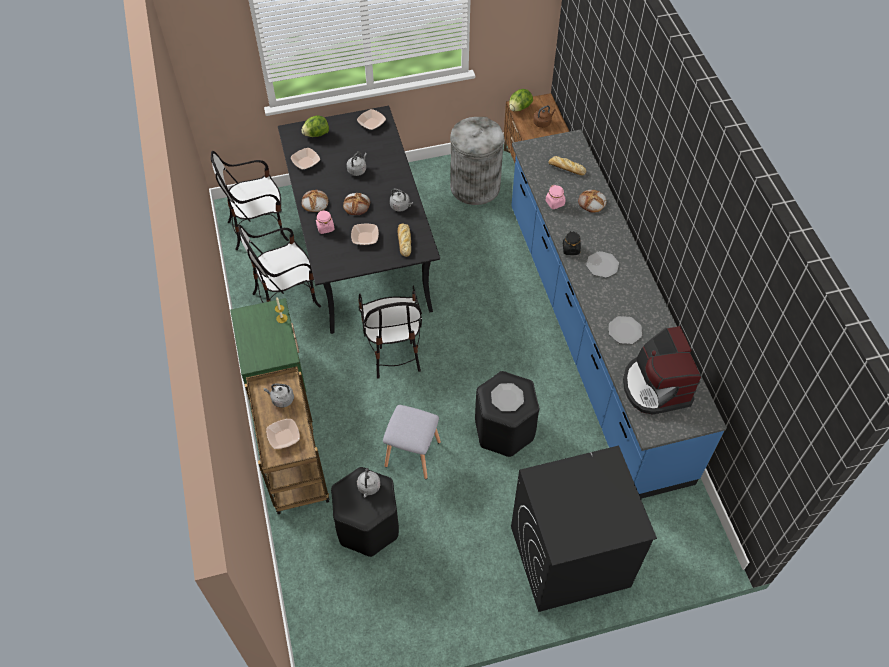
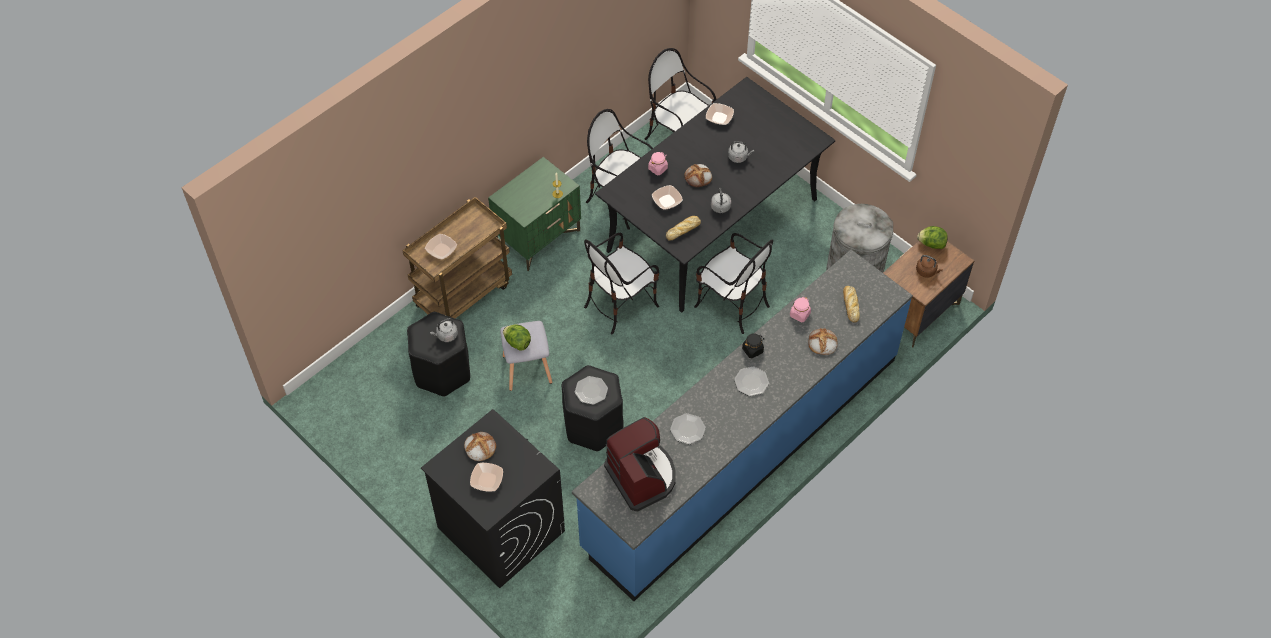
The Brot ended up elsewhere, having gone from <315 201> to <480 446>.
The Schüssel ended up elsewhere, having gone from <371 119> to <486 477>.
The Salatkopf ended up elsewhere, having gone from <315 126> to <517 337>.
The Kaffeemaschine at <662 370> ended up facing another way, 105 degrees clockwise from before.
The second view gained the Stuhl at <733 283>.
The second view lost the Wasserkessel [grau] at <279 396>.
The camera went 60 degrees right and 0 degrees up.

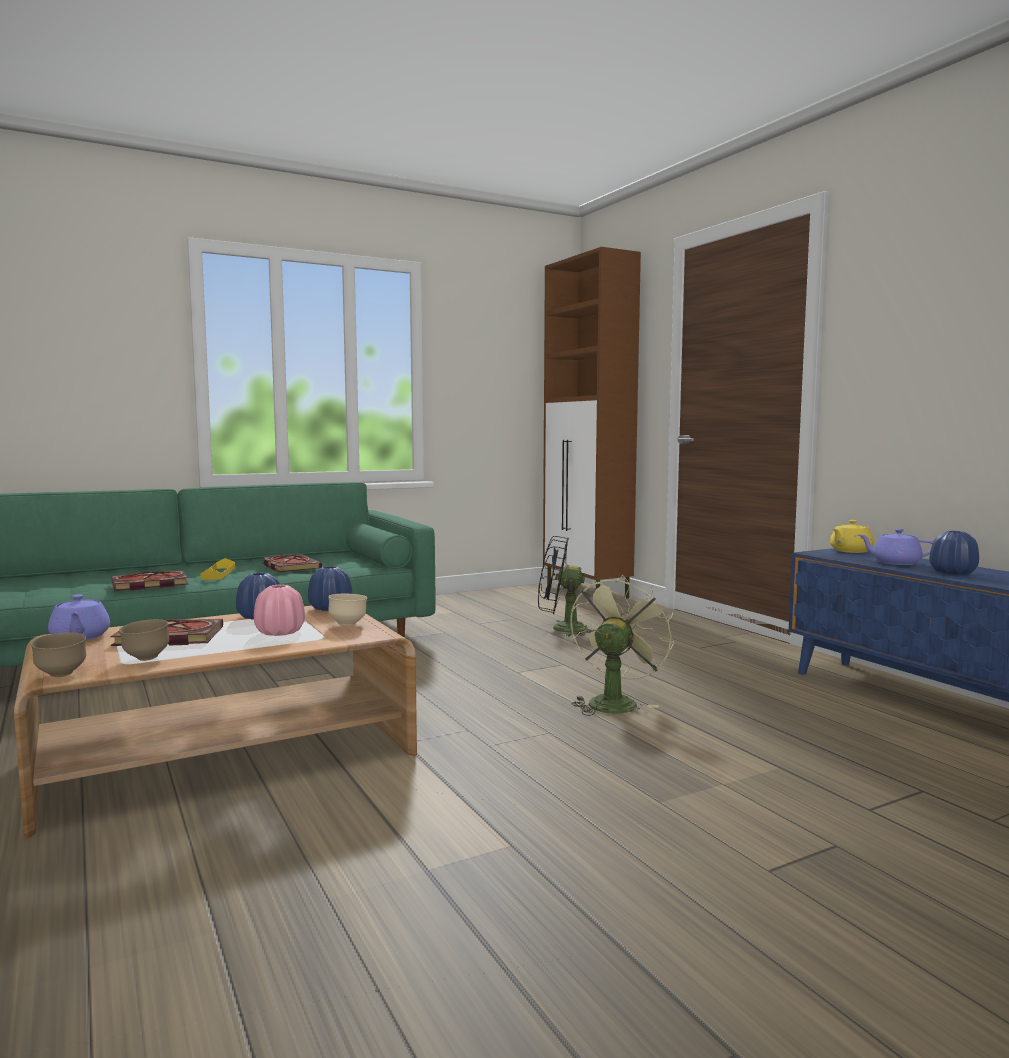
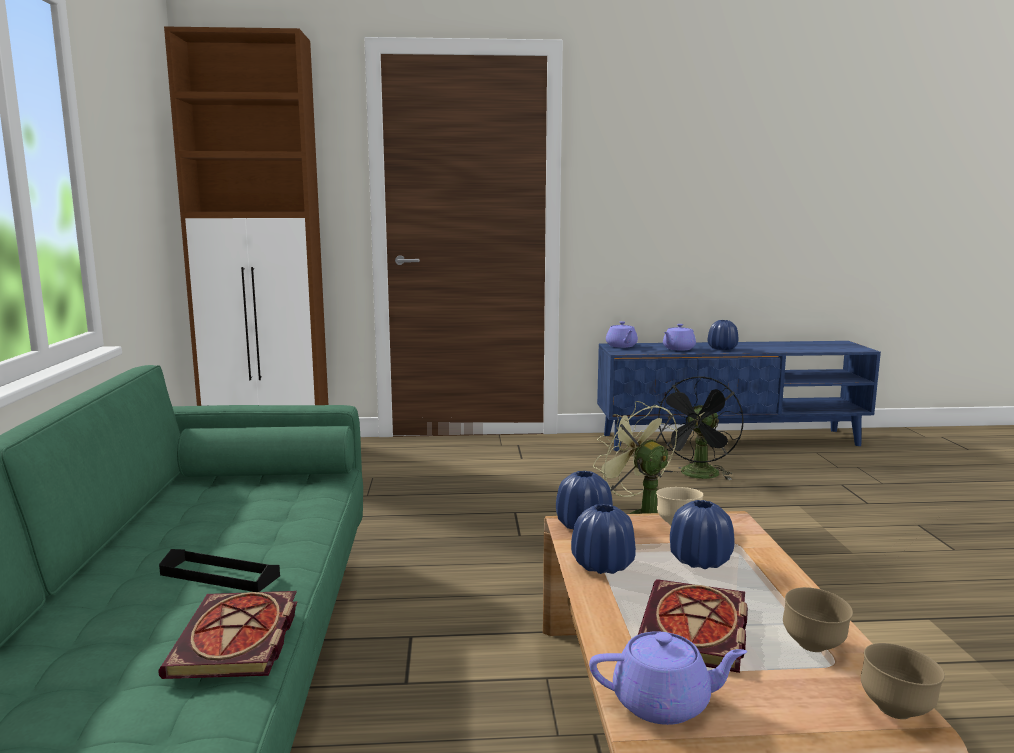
What was the Tablett [gelb] at <217 569> turned into the Tablett [schwarz] at <219 570>.
What was the Teekanne [gelb] at <852 536> turned into the Teekanne [lila] at <622 334>.
The Ventilator [schwarz] ended up elsewhere, having gone from <566 586> to <701 428>.
What was the Vase [rosa] at <279 610> turned into the Vase [blau] at <702 534>.
The second view lost the Buch at <292 563>.
The camera went 65 degrees left and 5 degrees up.

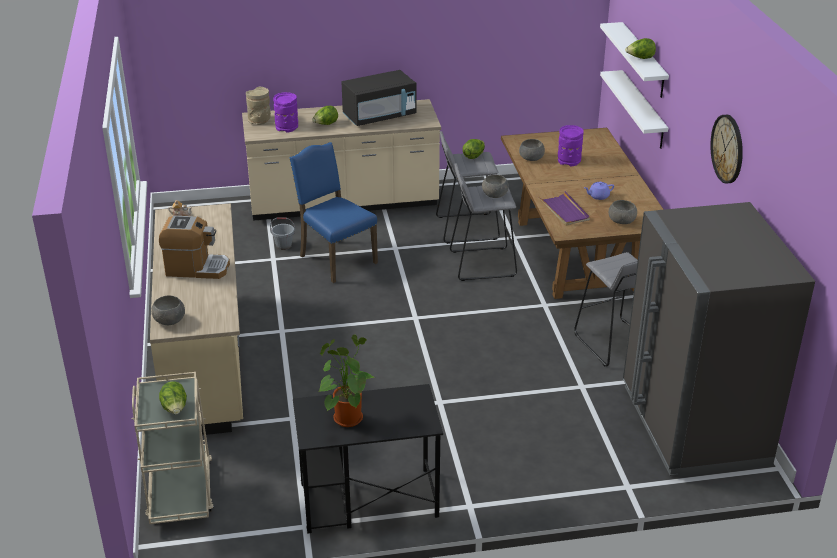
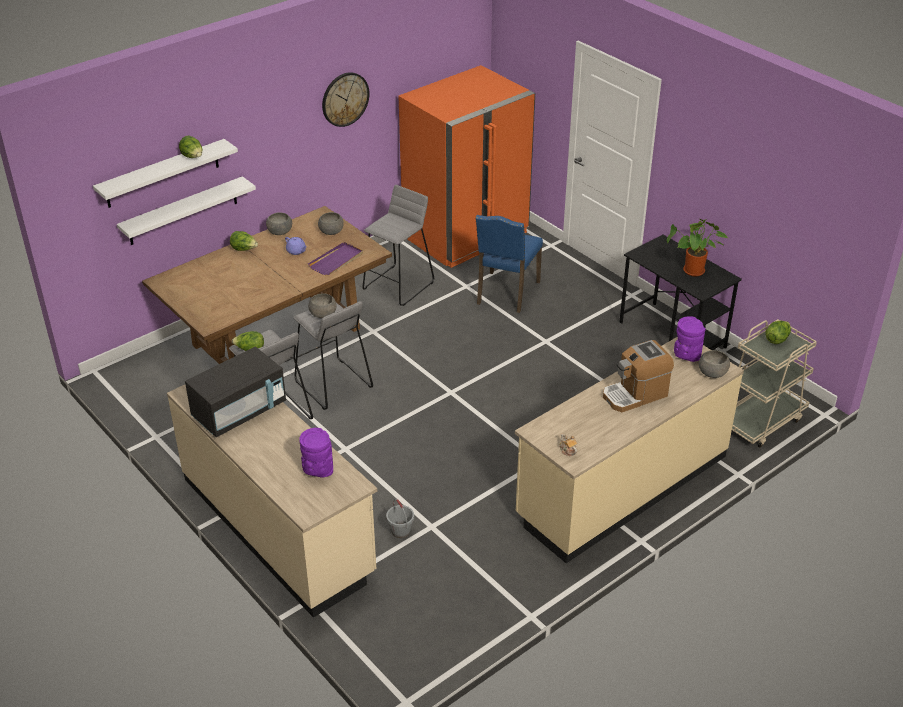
The Mikrowelle [schwarz] at <379 98> ended up facing another way, 105 degrees clockwise from before.
The Salatkopf ended up elsewhere, having gone from <325 115> to <244 241>.
The Schüssel [grau] ended up elsewhere, having gone from <532 150> to <279 223>.
What was the Kühlschrank [grau] at <719 339> turned into the Kühlschrank [orange] at <467 166>.
The Stuhl [blau] ended up elsewhere, having gone from <333 212> to <509 264>.
The Kaffeemaschine at <194 247> ended up facing another way, 90 degrees counterclockwise from before.
The Vase [lila] ended up elsewhere, having gone from <571 145> to <690 339>.
The second view lost the Vase [beige] at <258 106>.
The camera went 120 degrees left and 5 degrees up.

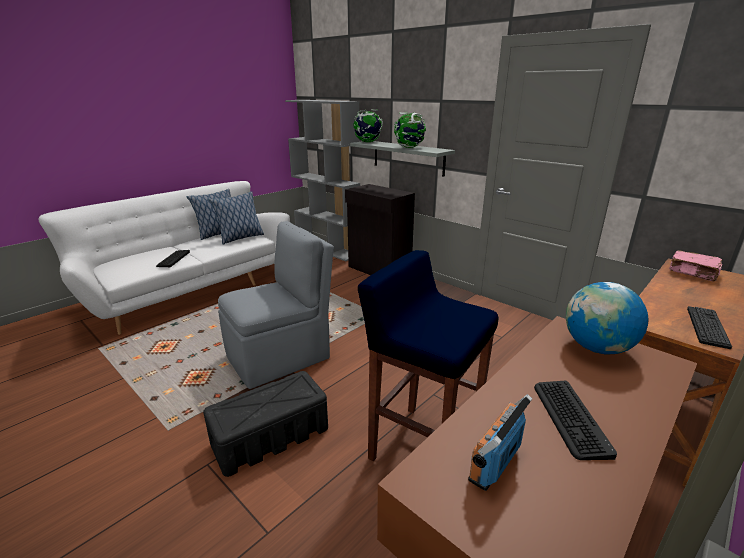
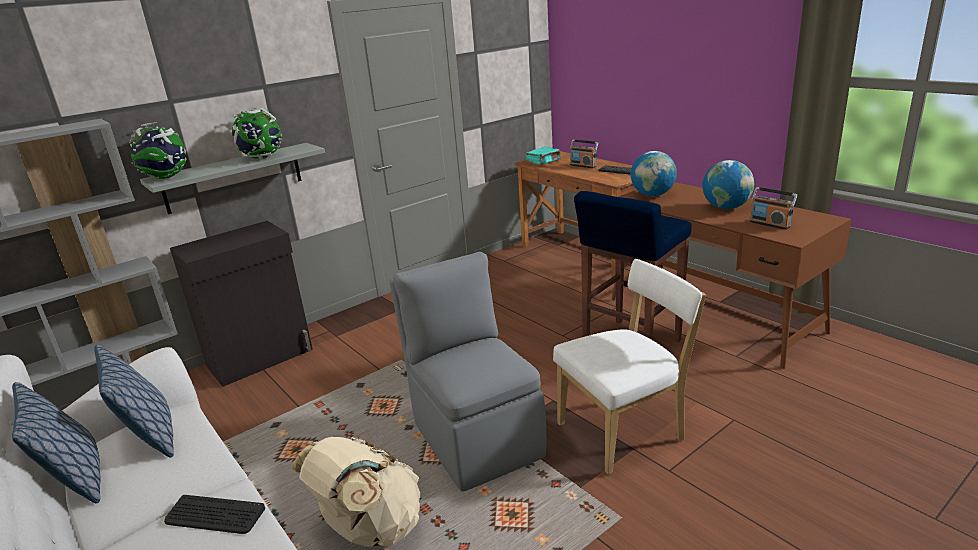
The second view gained the Rucksack [beige] at <355 492>.
What was the Buch [rosa] at <695 266> turned into the Buch [türkis] at <543 156>.
Where the Aufbewahrungsbox [schwarz] stood at <265 424>, the Stuhl [weiß] came to stand at <629 367>.
The second view gained the Radio at <584 153>.
Where the Tastatur stood at <575 420>, the Globus came to stand at <728 184>.
The camera went 80 degrees left and 0 degrees up.

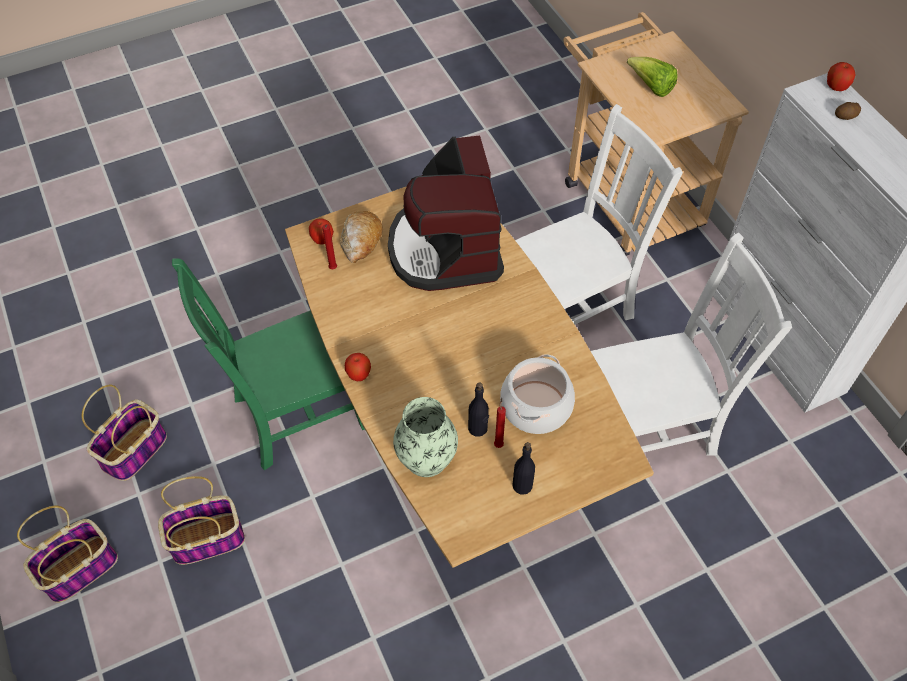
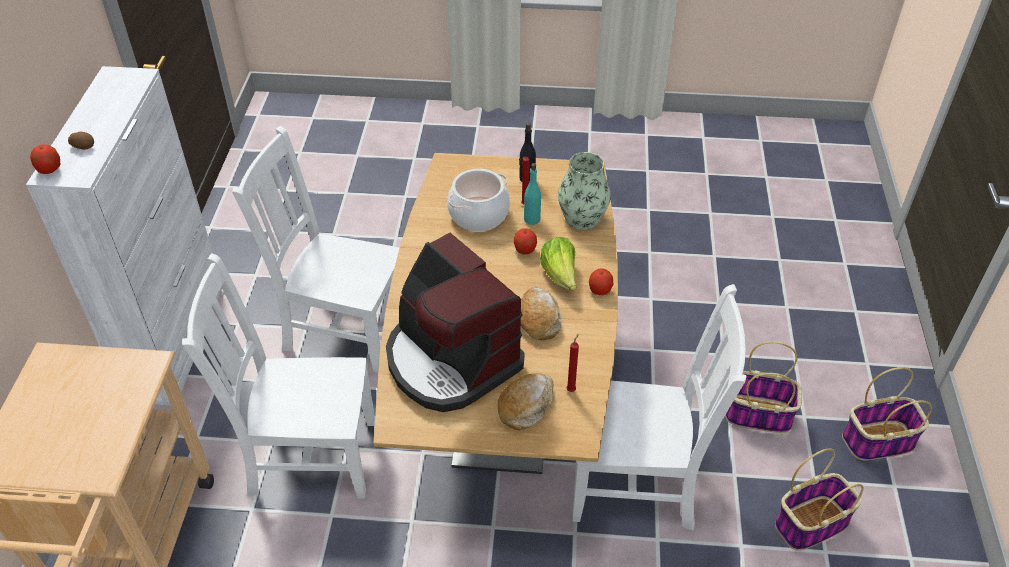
The Kaffeemaschine at <446 213> ended up facing another way, 120 degrees clockwise from before.
The Apfel ended up elsewhere, having gone from <321 231> to <525 241>.
The second view gained the Brot at <541 313>.
What was the Flasche [schwarz] at <478 409> turned into the Flasche [türkis] at <532 194>.
The Salatkopf ended up elsewhere, having gone from <652 77> to <558 264>.
What was the Stuhl [grün] at <268 364> turned into the Stuhl [weiß] at <659 407>.
The camera went 150 degrees left and 10 degrees down.

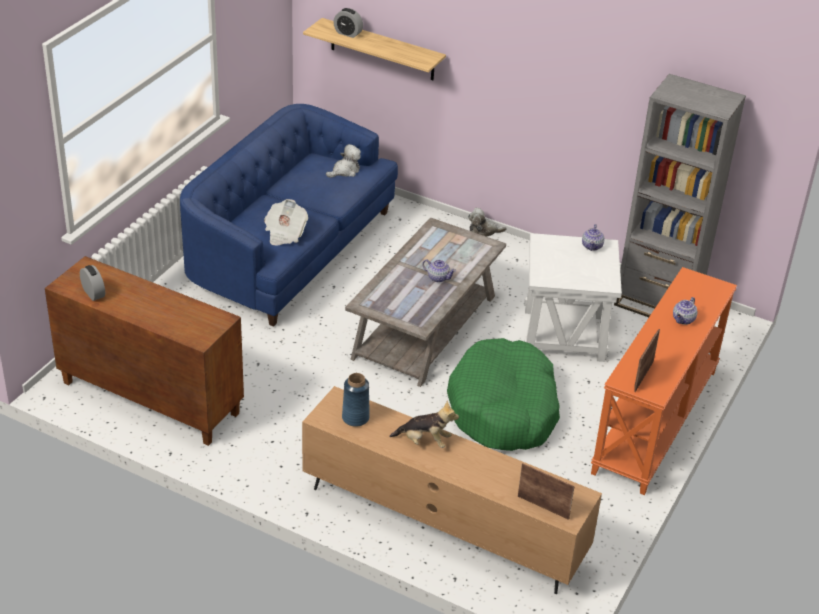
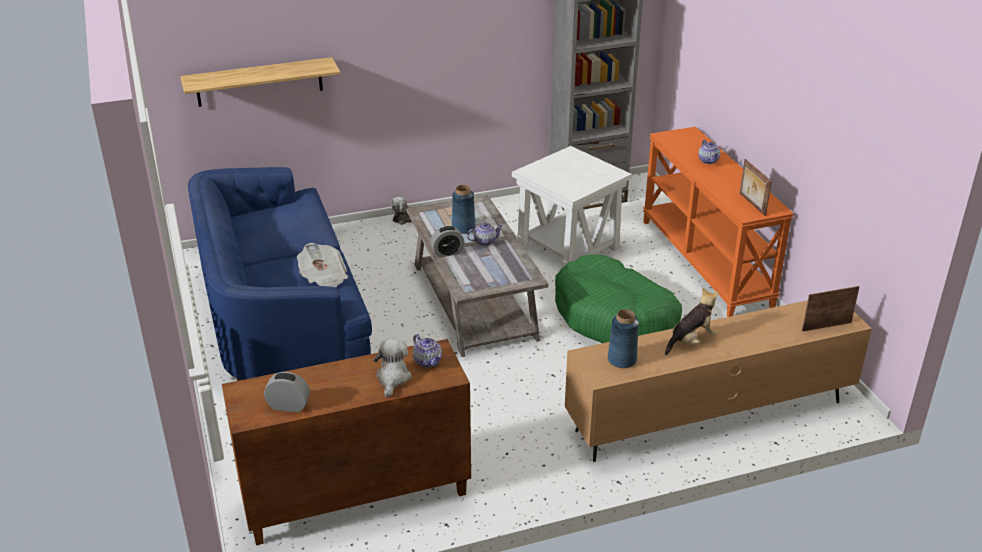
The Plüschtier ended up elsewhere, having gone from <343 161> to <392 368>.
The Teekanne ended up elsewhere, having gone from <593 237> to <427 351>.
The Wecker ended up elsewhere, having gone from <348 23> to <447 242>.
The second view gained the Vase [blau] at <464 209>.
The camera went 45 degrees left and 5 degrees down.

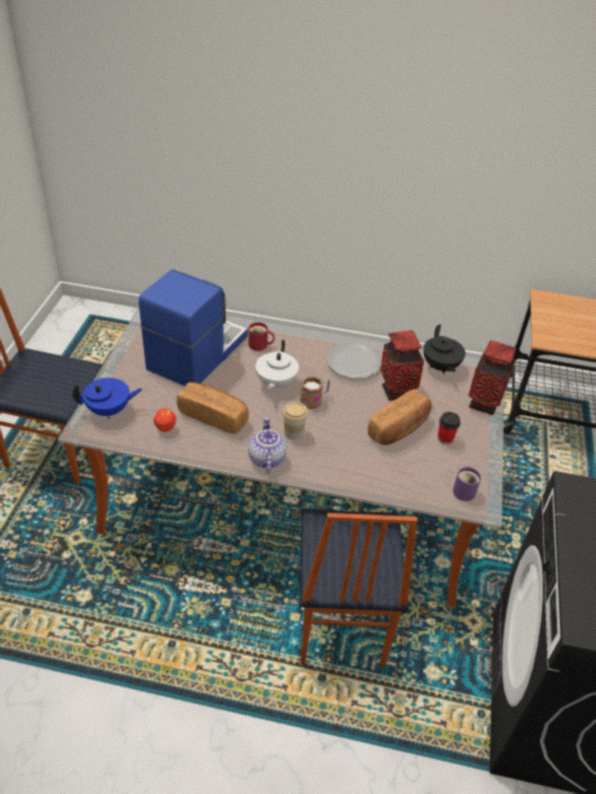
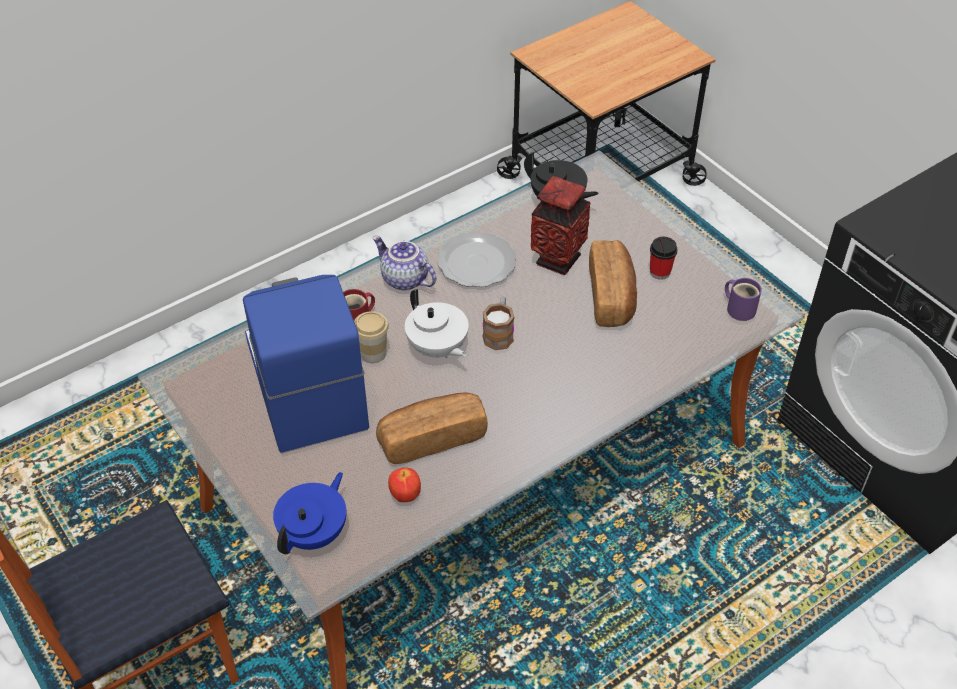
The Tasse ended up elsewhere, having gone from <295 421> to <371 337>.
The Teekanne ended up elsewhere, having gone from <267 445> to <404 263>.
The second view lost the Stuhl at <359 587>.
The second view lost the Vase at <492 377>.
The camera went 45 degrees left and 5 degrees up.

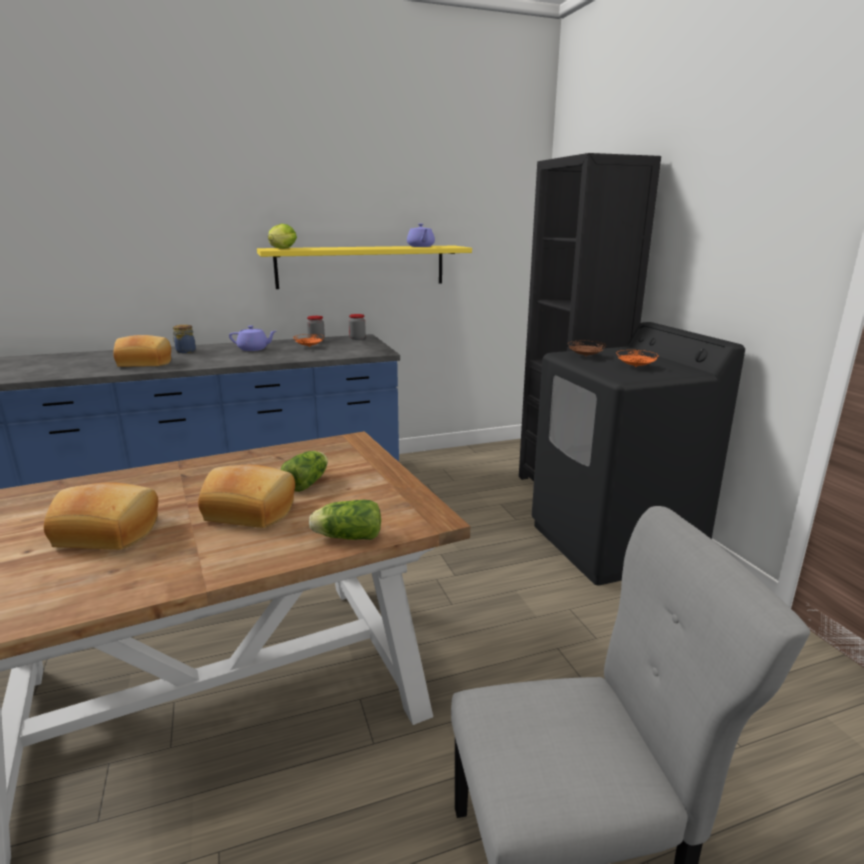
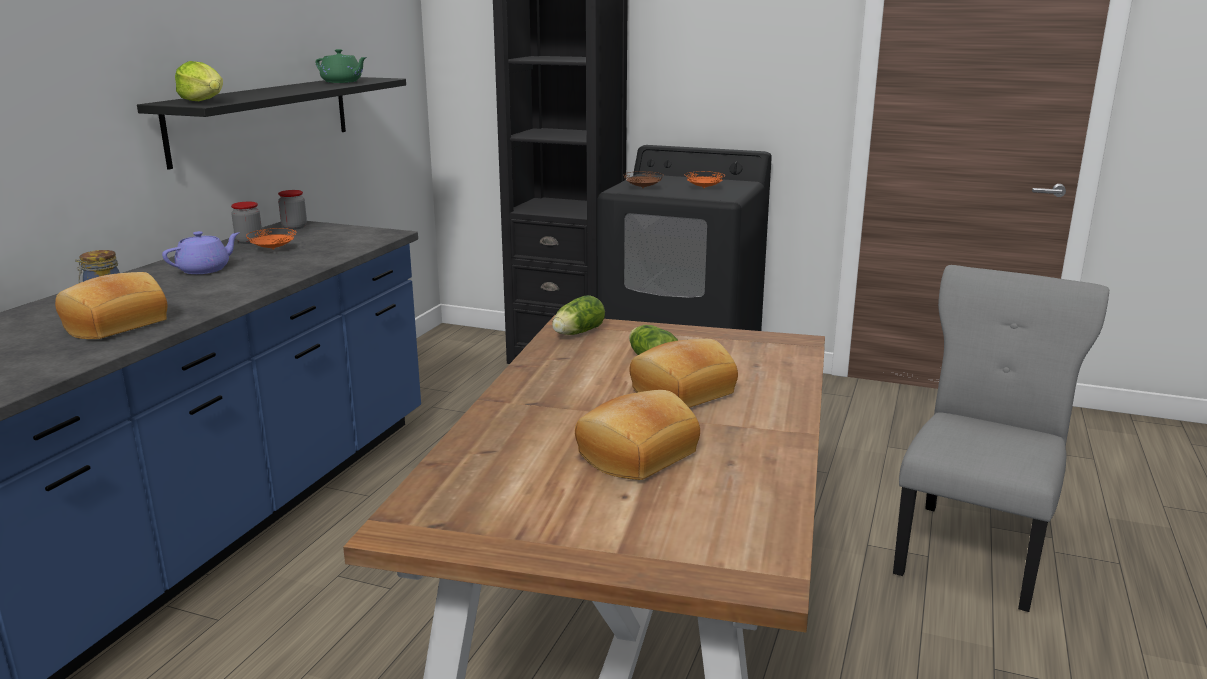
What was the Wandregal [gelb] at <364 267> turned into the Wandregal [schwarz] at <271 123>.
What was the Teekanne [lila] at <421 235> turned into the Teekanne [grün] at <341 66>.
The Salatkopf ended up elsewhere, having gone from <345 520> to <578 315>.
The camera went 50 degrees left and 0 degrees up.

